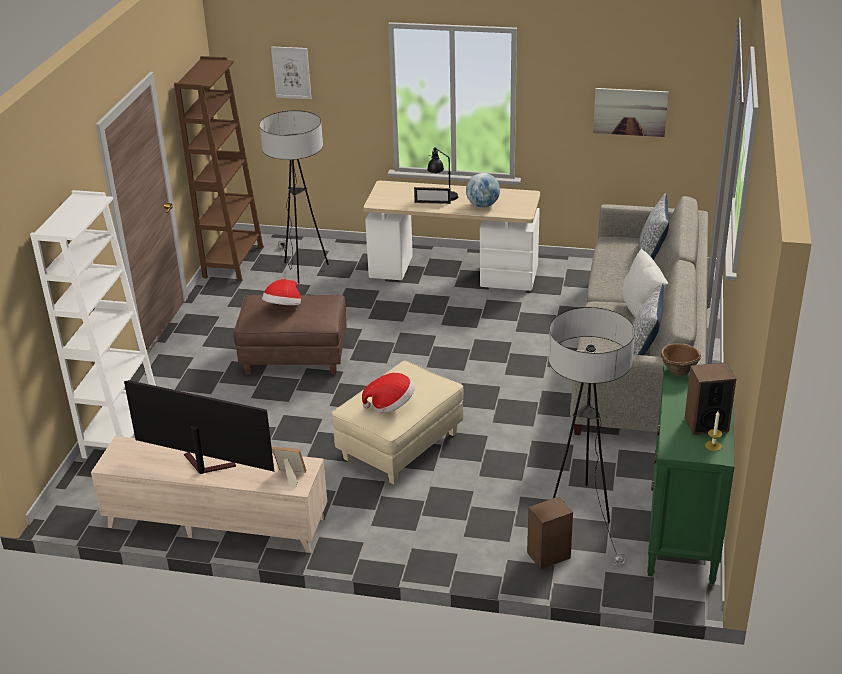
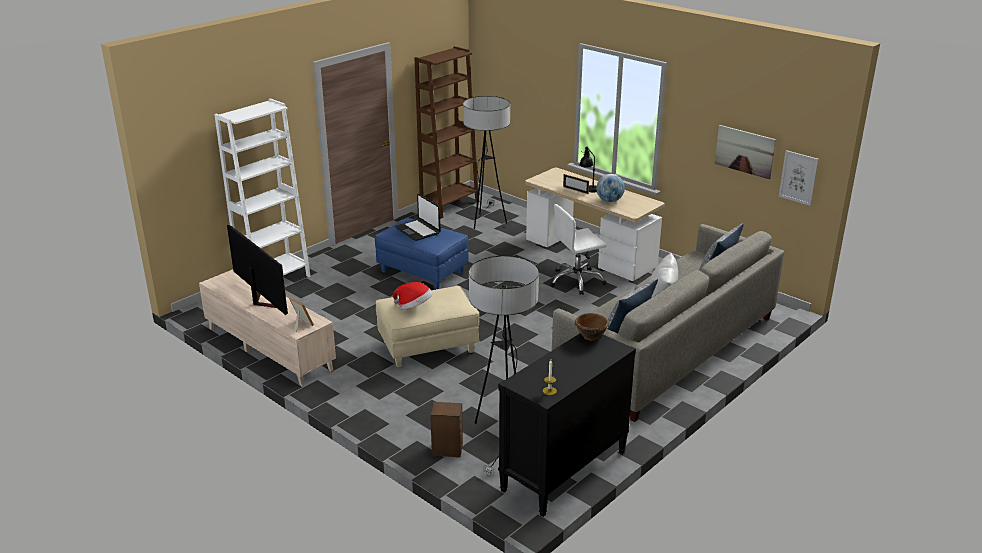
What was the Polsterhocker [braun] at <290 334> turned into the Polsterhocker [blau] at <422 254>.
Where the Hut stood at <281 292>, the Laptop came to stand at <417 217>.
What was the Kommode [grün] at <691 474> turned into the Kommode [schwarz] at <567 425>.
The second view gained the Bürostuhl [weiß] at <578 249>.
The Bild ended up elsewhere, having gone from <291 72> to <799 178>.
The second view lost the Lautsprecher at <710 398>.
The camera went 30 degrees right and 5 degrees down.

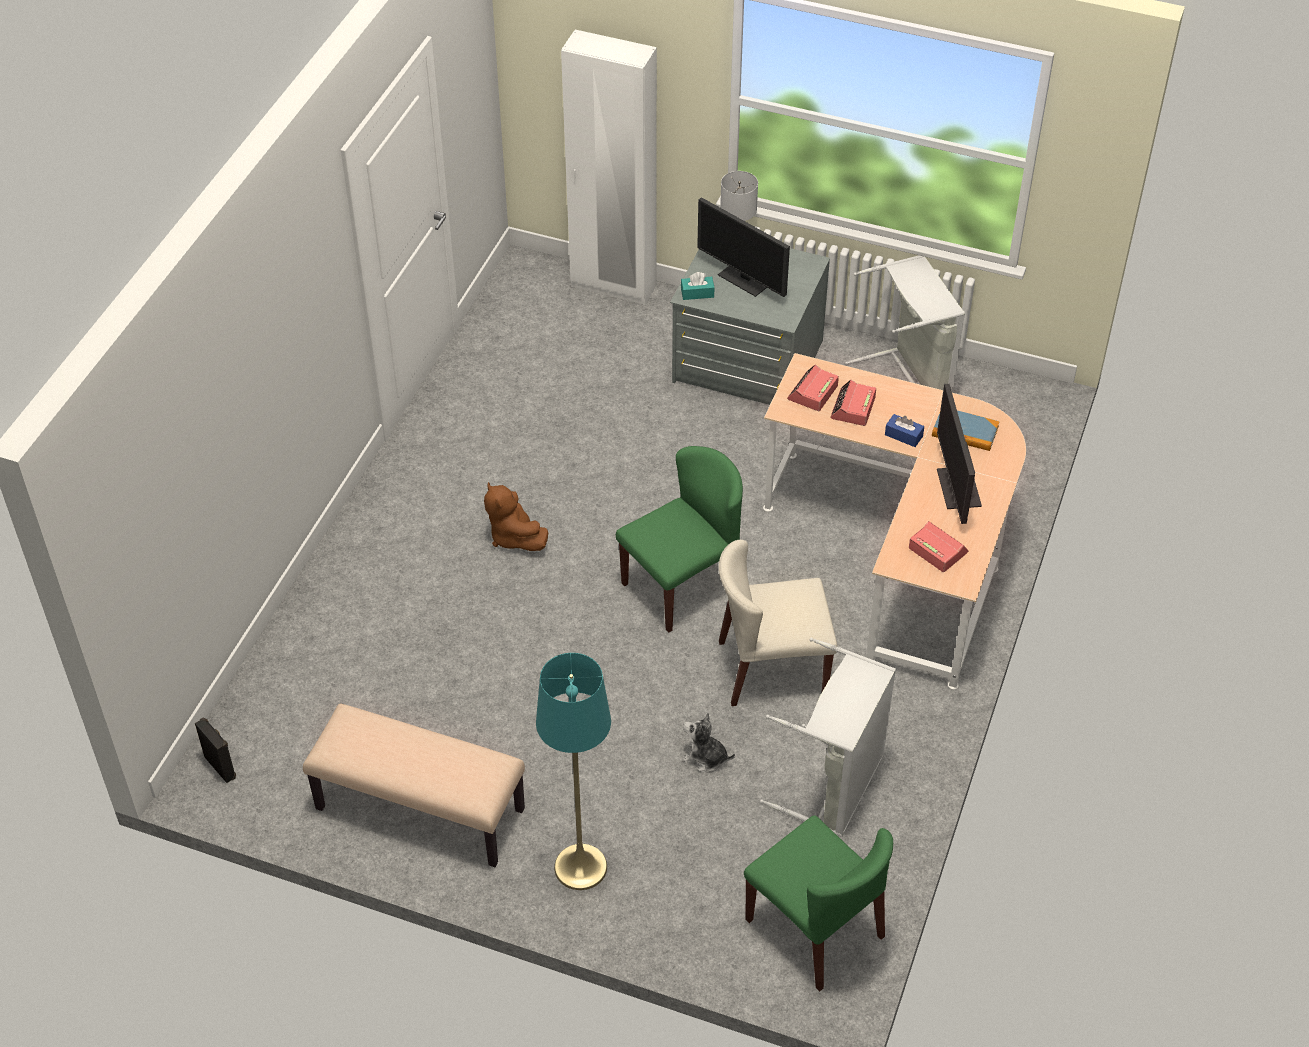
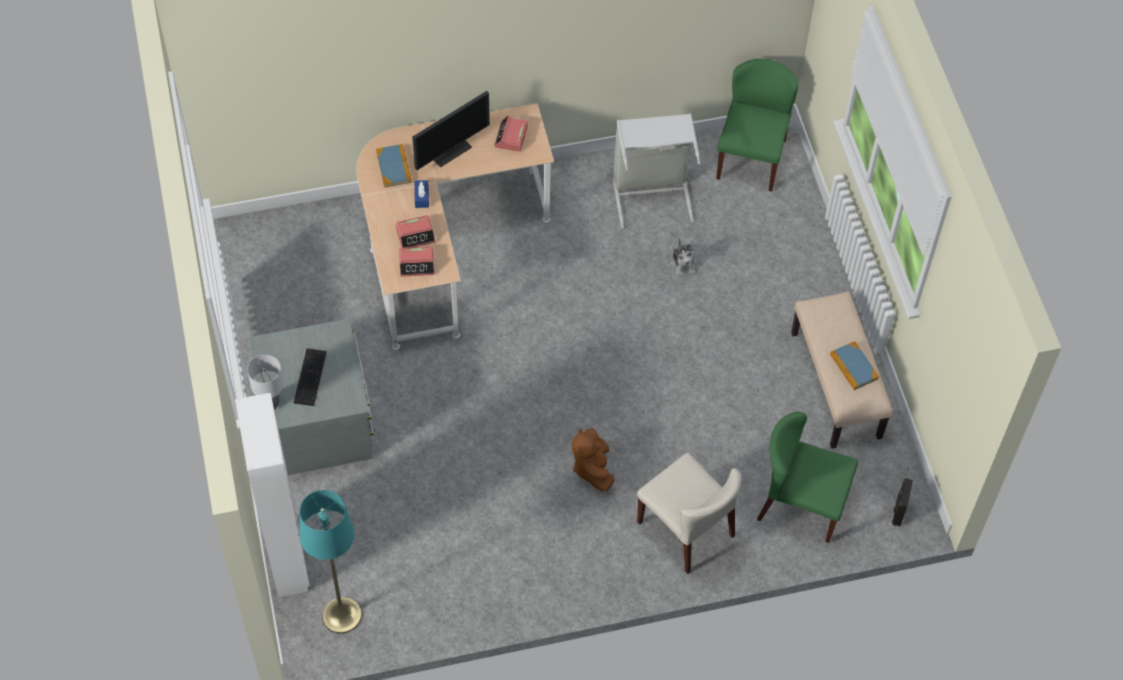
Where the Monitor stood at <743 247>, the Tastatur came to stand at <310 377>.
The Stehlampe [türkis] ended up elsewhere, having gone from <573 771> to <330 562>.
The Plüschtier [braun] at <516 516> ended up facing another way, 150 degrees clockwise from before.
The Stuhl [beige] ended up elsewhere, having gone from <778 623> to <689 513>.
The Stuhl [grün] ended up elsewhere, having gone from <679 539> to <807 477>.
The second view gained the Buch at <854 365>.
The second view lost the Taschentuchbox [türkis] at <698 286>.
The second view lost the Wäschekorb [grau] at <905 324>.
The camera went 125 degrees left and 10 degrees up.

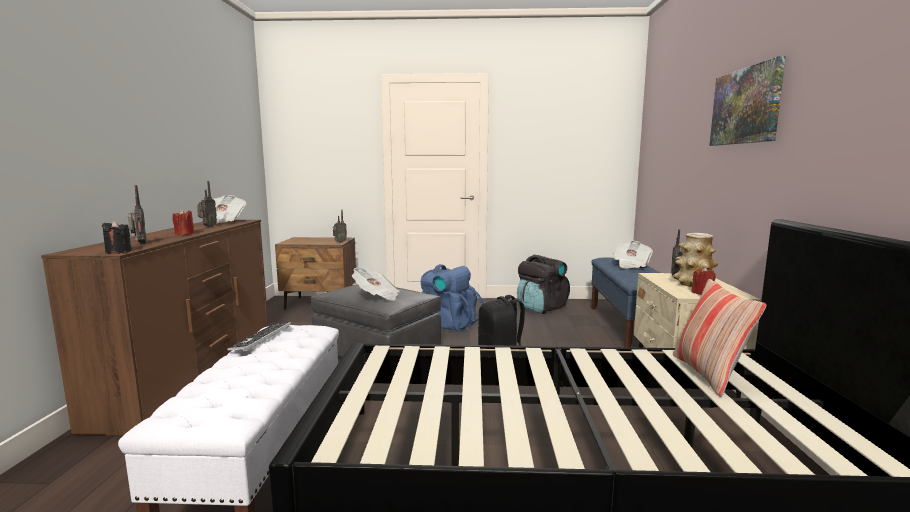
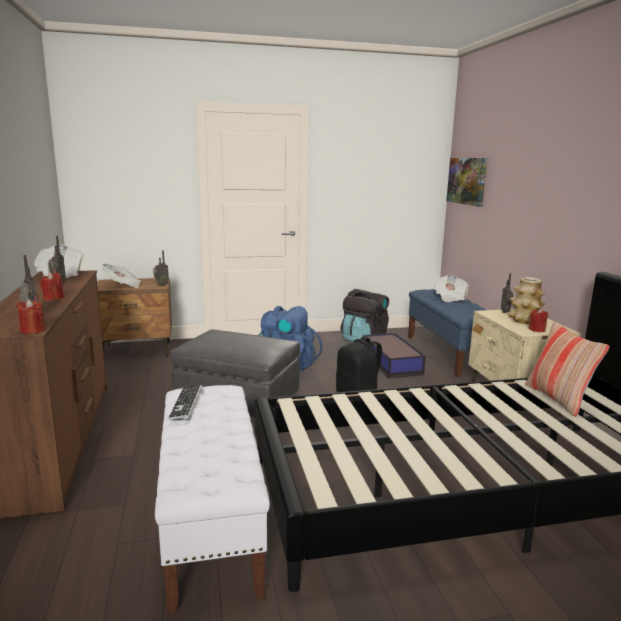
What was the Kerze [schwarz] at <117 237> turned into the Kerze [rot] at <31 316>.
The Zeitung ended up elsewhere, having gone from <376 284> to <121 276>.
The second view gained the Aufbewahrungsbox at <394 355>.
The Bild ended up elsewhere, having gone from <747 101> to <466 182>.
The camera went 15 degrees left and 5 degrees up.

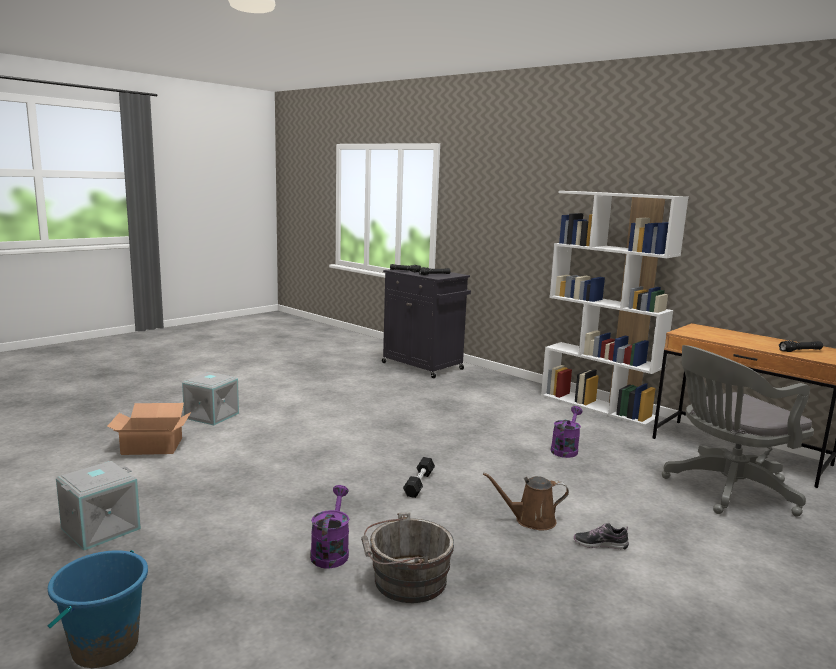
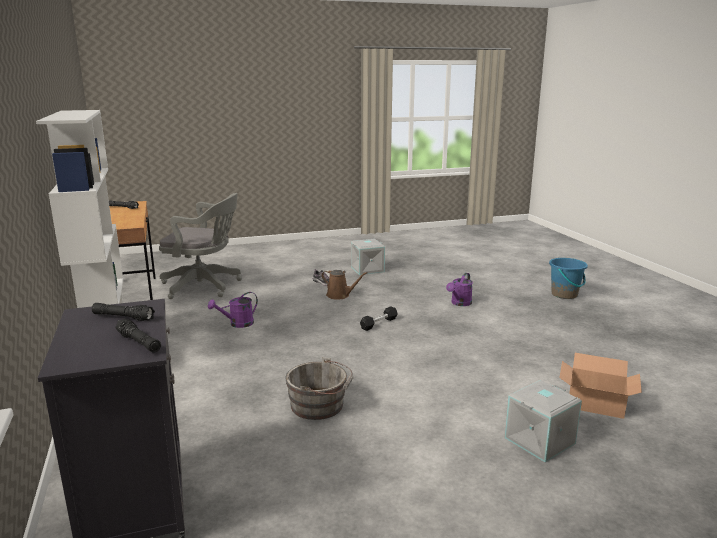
The Eimer [grau] ended up elsewhere, having gone from <407 557> to <319 388>.
The Aufbewahrungsbox [grau] ended up elsewhere, having gone from <98 505> to <368 257>.
The camera went 150 degrees left and 5 degrees up.

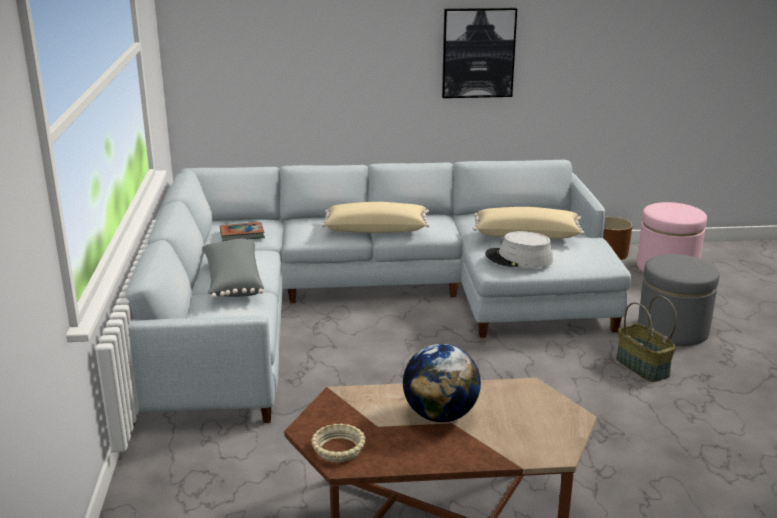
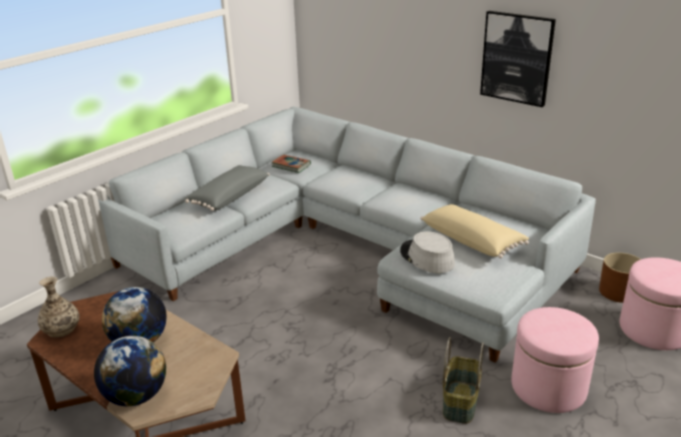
Where the Schüssel [beige] stood at <338 443>, the Vase came to stand at <58 307>.
The second view gained the Globus at <130 371>.
What was the Polsterhocker [grau] at <678 300> turned into the Polsterhocker [rosa] at <555 360>.
The second view lost the Kissen [beige] at <375 217>.
The camera went 45 degrees right and 5 degrees up.

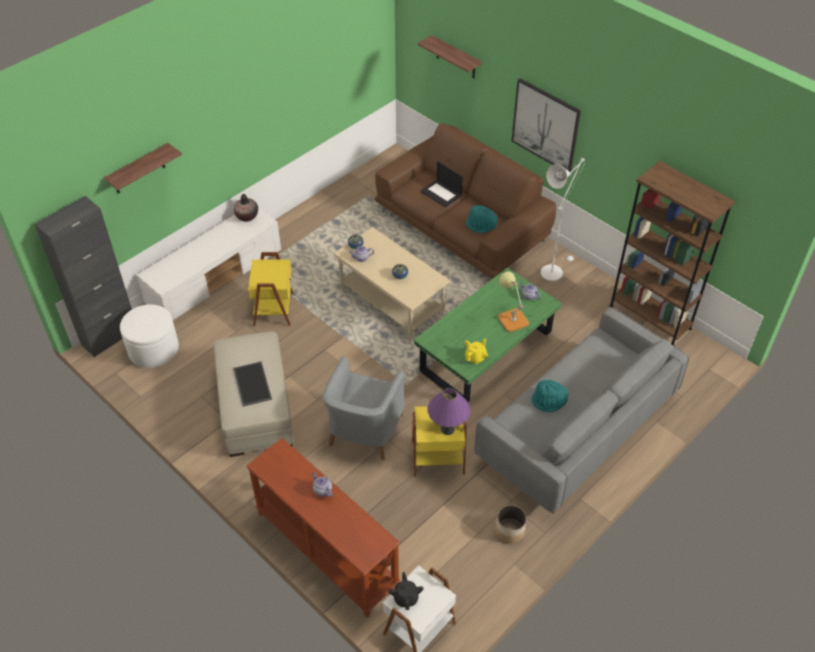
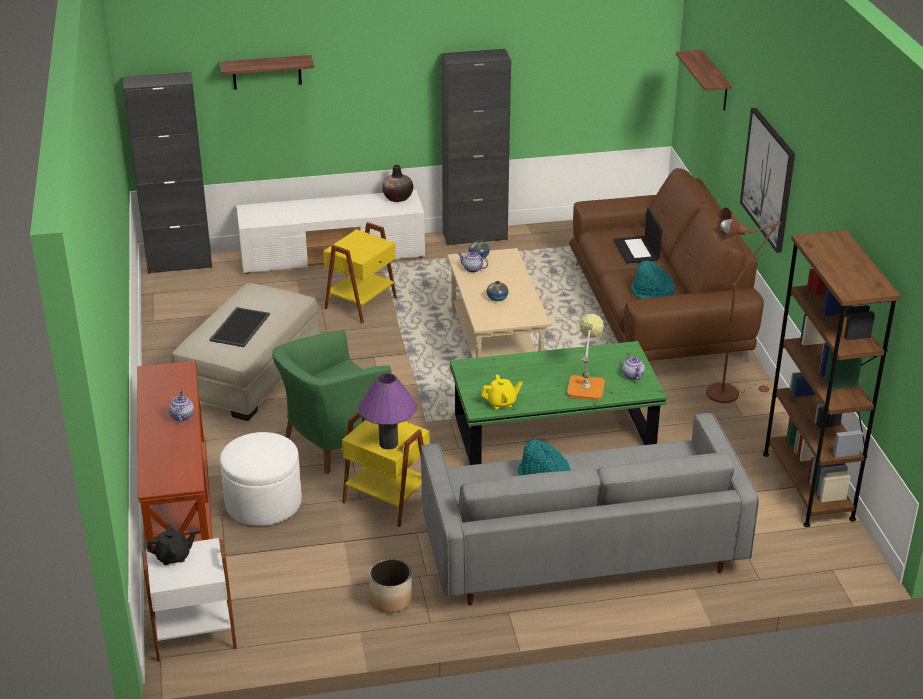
The Teekanne [schwarz] at <406 591> ended up facing another way, 45 degrees clockwise from before.
The Polsterhocker [weiß] ended up elsewhere, having gone from <149 336> to <261 479>.
What was the Sessel [grau] at <363 408> turned into the Sessel [grün] at <332 402>.
The second view gained the Schrank [schwarz] at <476 147>.
What was the Stehlampe [weiß] at <563 219> turned into the Stehlampe [braun] at <743 305>.
The camera went 35 degrees right and 15 degrees down.

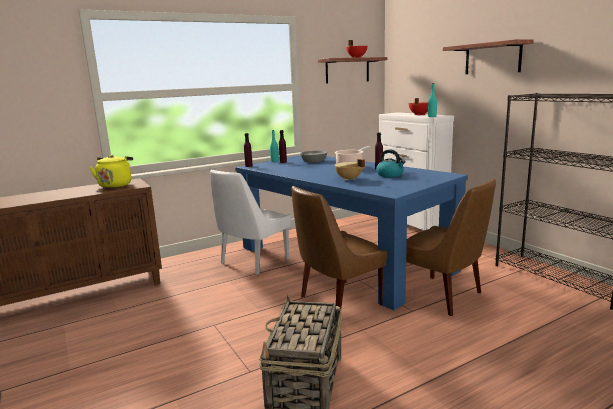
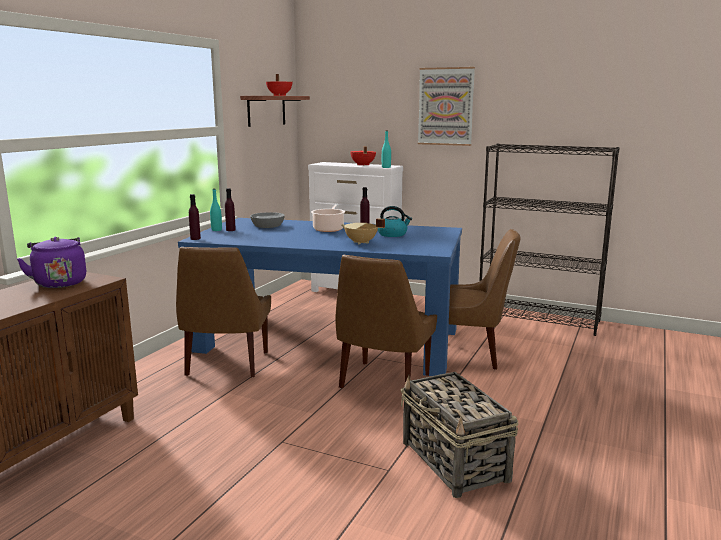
What was the Wasserkessel [gelb] at <111 171> turned into the Wasserkessel [lila] at <51 262>.
What was the Stuhl [weiß] at <250 222> turned into the Stuhl [braun] at <223 312>.
Where the Wandregal hung at <488 56>, the Bild came to hang at <446 106>.
The camera went 35 degrees left and 0 degrees up.

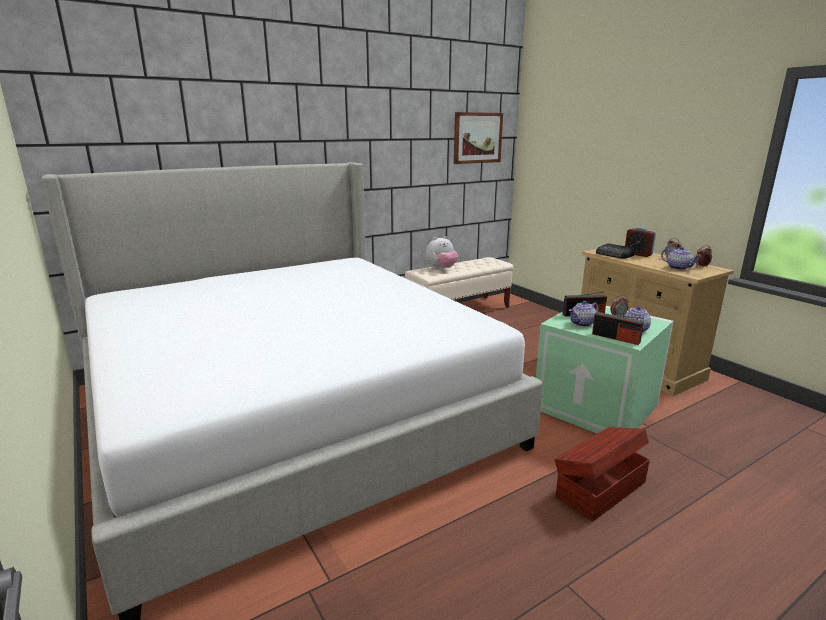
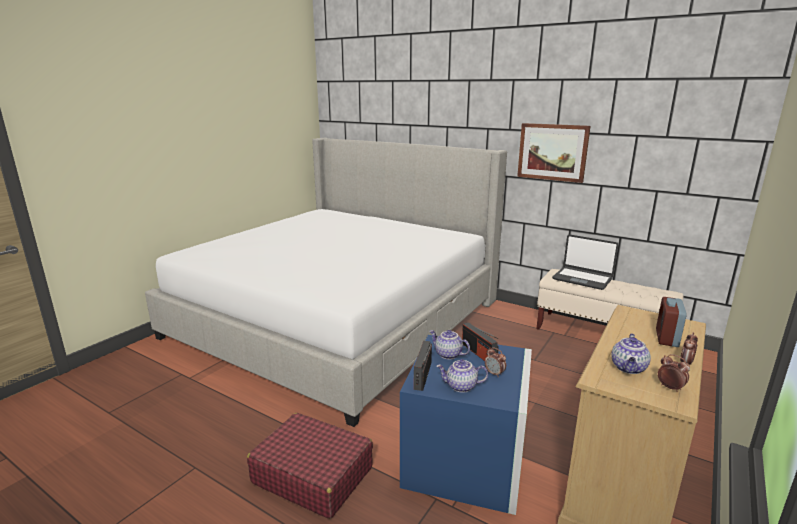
Where the Aufbewahrungsbox [braun] stood at <602 474>, the Koffer [rot] came to stand at <310 466>.
What was the Aufbewahrungsbox [grün] at <605 369> turned into the Aufbewahrungsbox [blau] at <466 425>.
The Bild ended up elsewhere, having gone from <478 138> to <554 153>.
Where the Plüschtier stood at <442 252>, the Laptop came to stand at <585 262>.
The second view lost the Radio at <615 251>.
The camera went 65 degrees right and 0 degrees up.

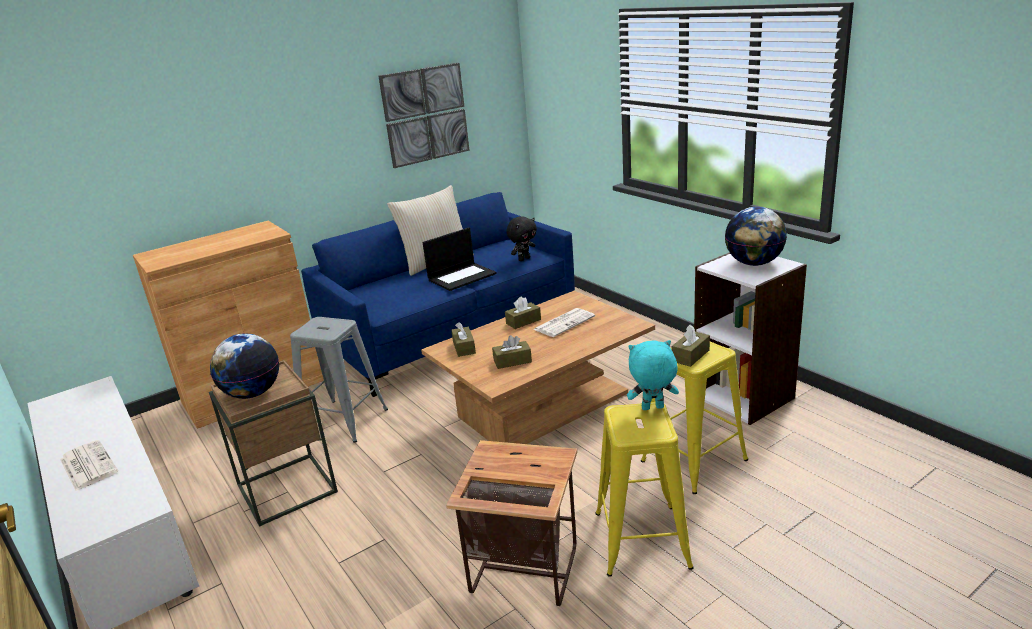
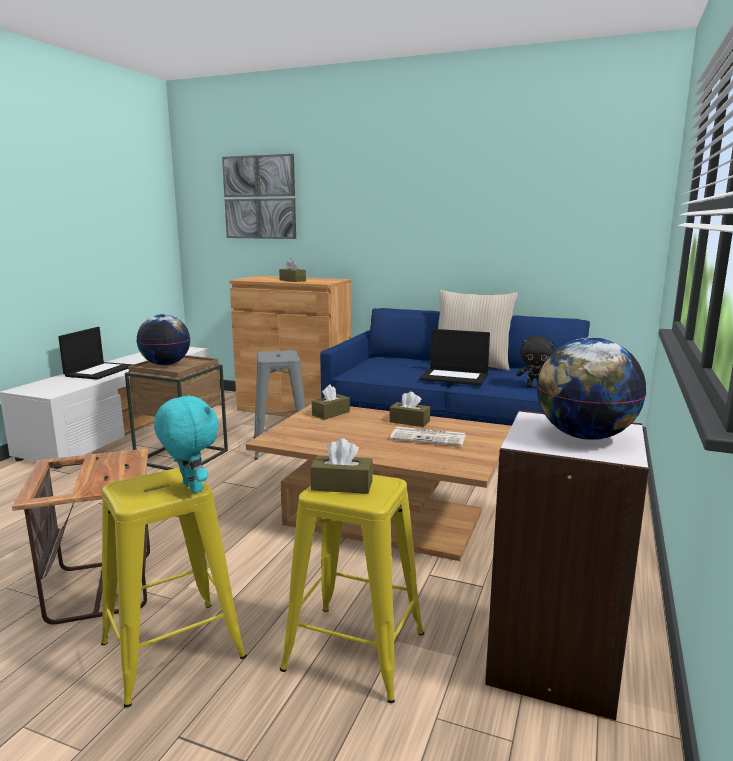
Where the Zeitung stood at <89 465>, the Laptop came to stand at <96 353>.
The Bild ended up elsewhere, having gone from <424 115> to <259 196>.
The Taschentuchbox [braun] ended up elsewhere, having gone from <512 352> to <292 270>.
The camera went 55 degrees right and 10 degrees down.

